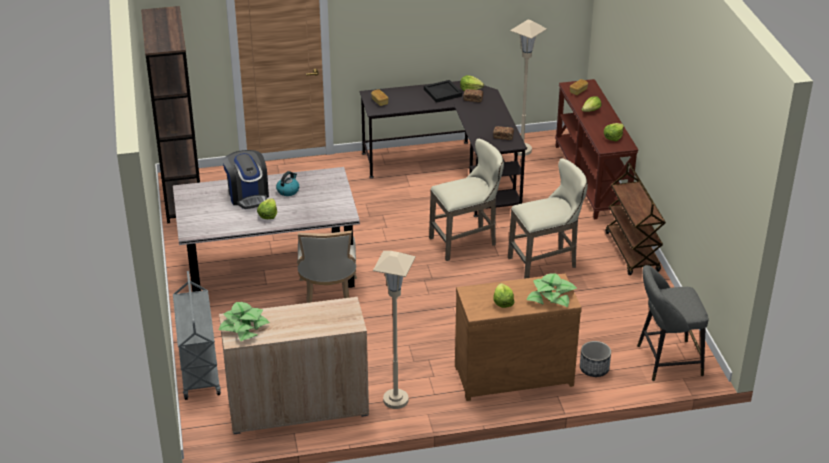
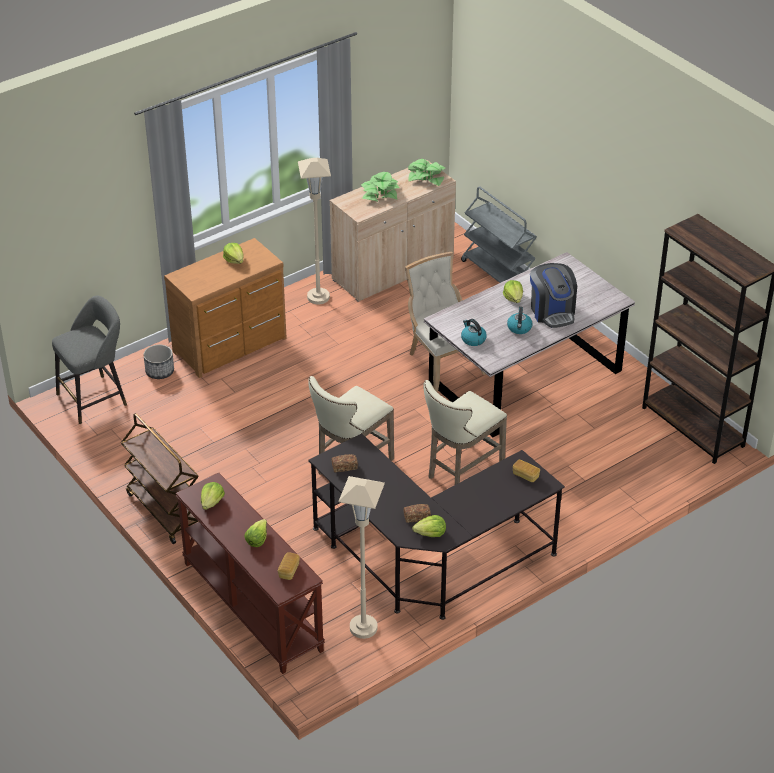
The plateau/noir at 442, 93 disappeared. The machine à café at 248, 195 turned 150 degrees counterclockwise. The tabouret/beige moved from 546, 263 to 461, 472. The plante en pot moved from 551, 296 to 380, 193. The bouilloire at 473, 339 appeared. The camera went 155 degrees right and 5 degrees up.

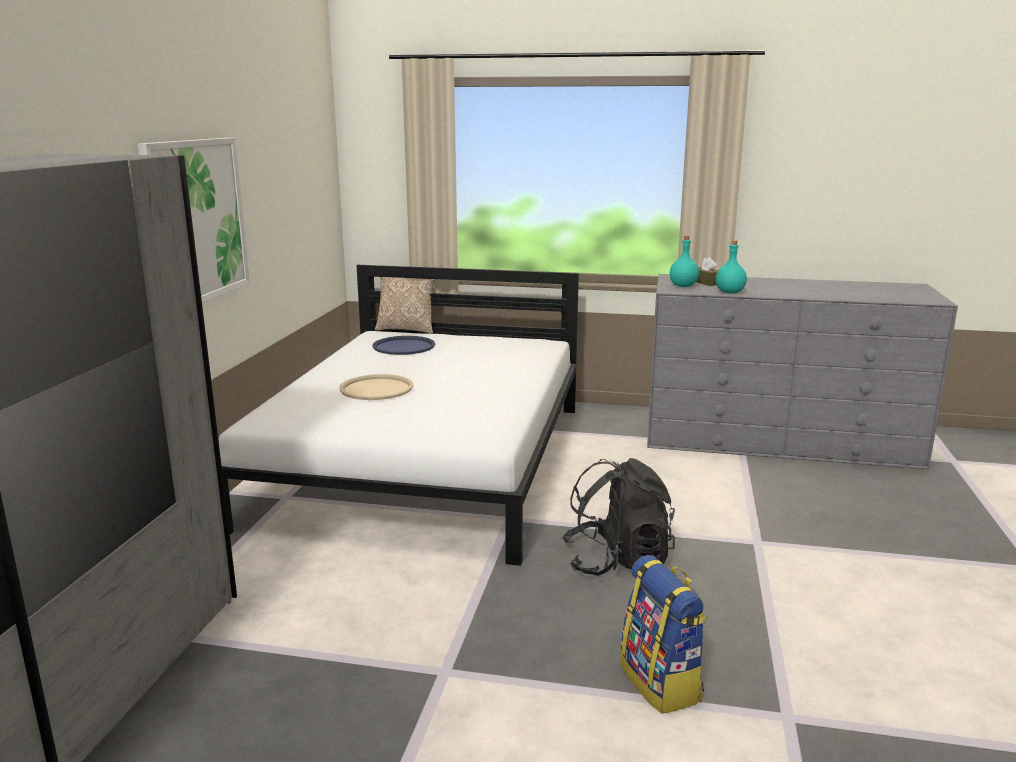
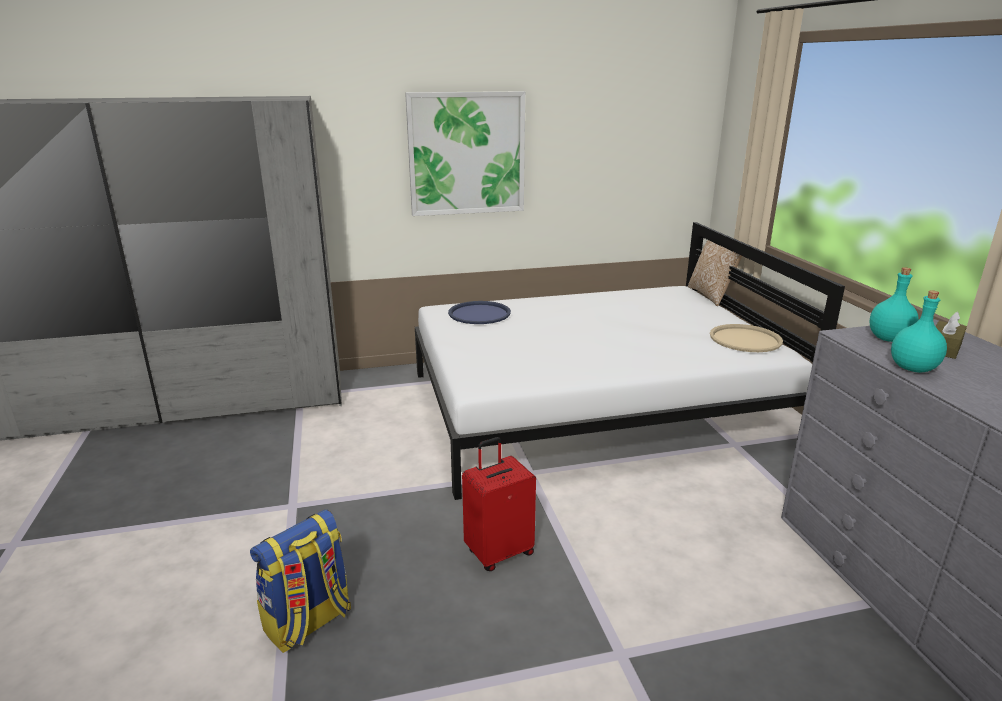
The plateau/bleu moved from 403, 346 to 479, 313. The plateau/beige moved from 376, 388 to 745, 339. The sac à dos/noir at 617, 561 was replaced by the valise/rouge at 499, 552. The camera went 65 degrees right and 5 degrees up.

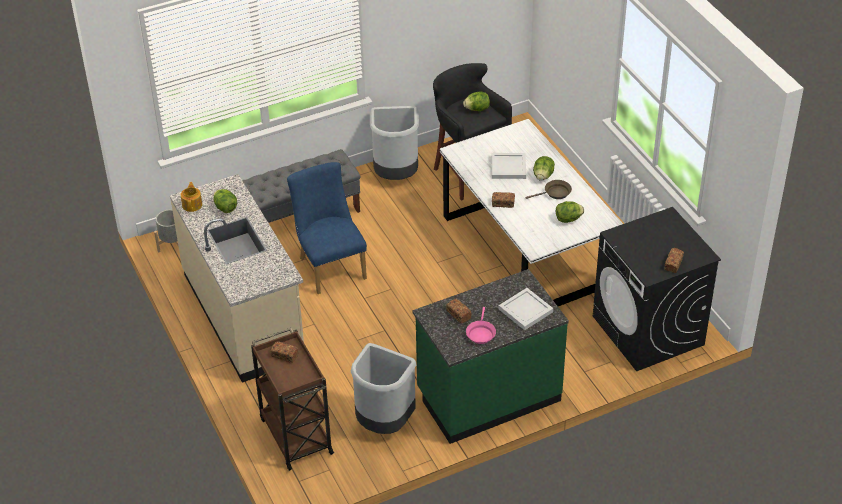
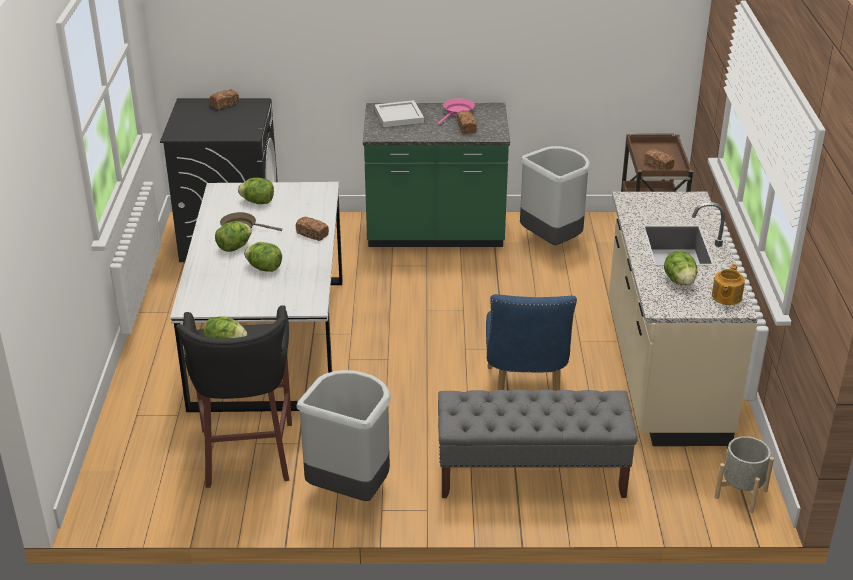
The plateau/blanc at 507, 167 was replaced by the laitue at 264, 268. The camera went 155 degrees left and 10 degrees down.

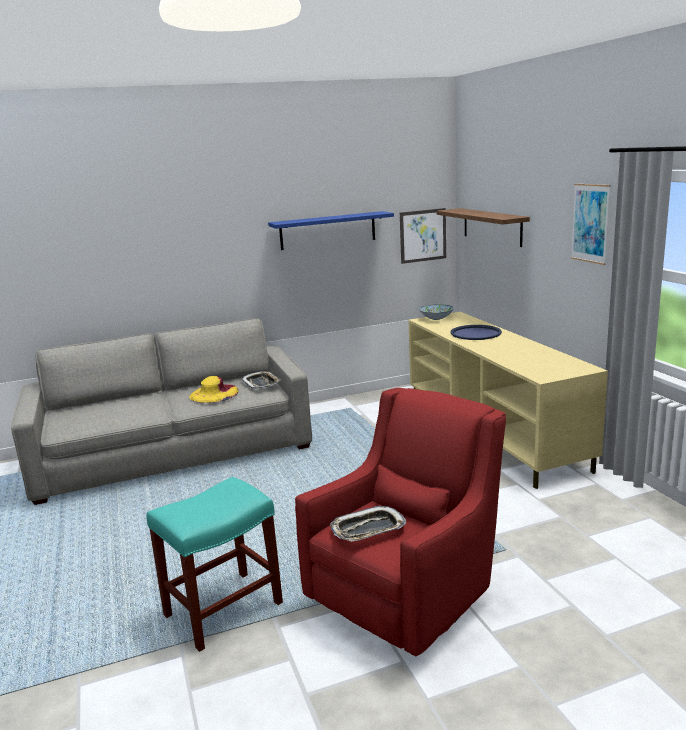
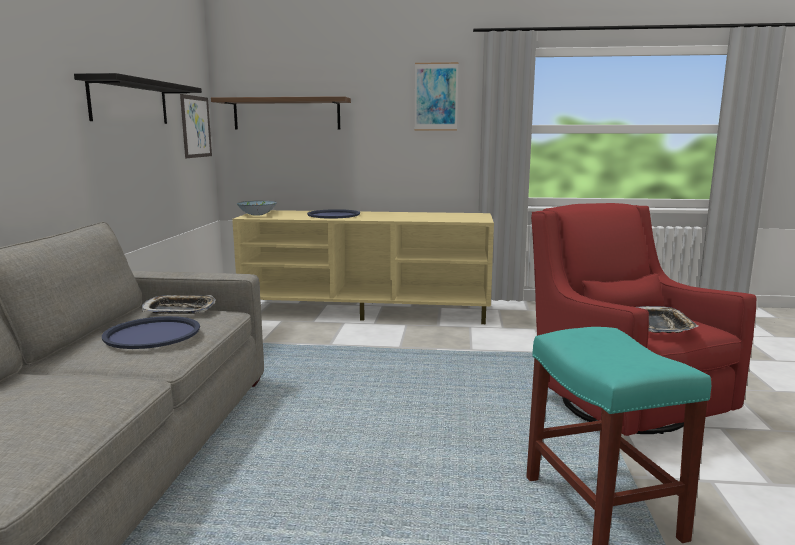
The étagère/bleu at 328, 230 became the étagère/noir at 130, 102. The chapeau/jaune at 214, 393 was replaced by the plateau/bleu at 152, 334. The camera went 65 degrees left and 5 degrees down.

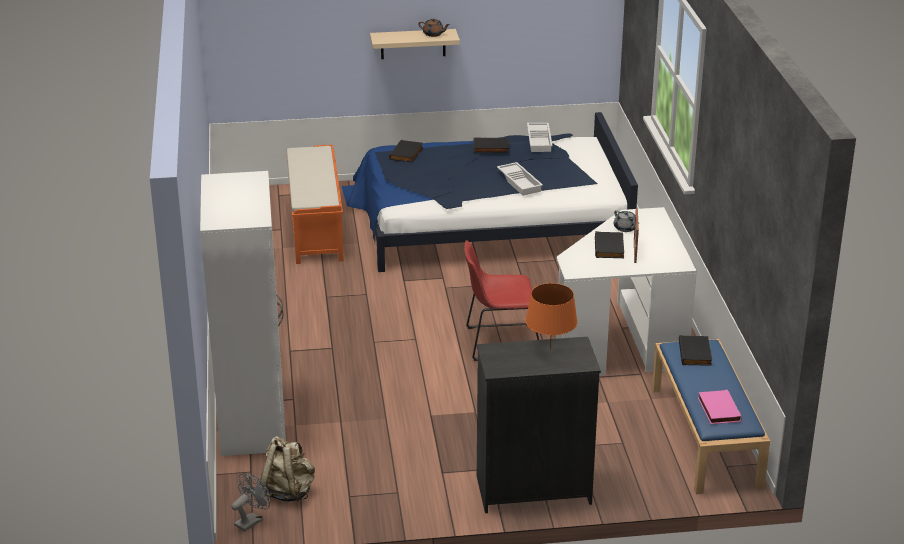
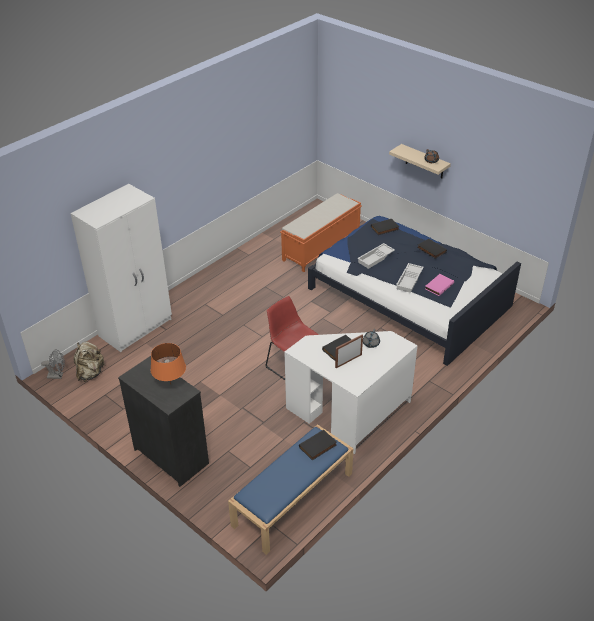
The plateau/blanc moved from 540, 140 to 376, 258. The livre/rose moved from 717, 409 to 438, 286. The camera went 50 degrees right and 10 degrees up.

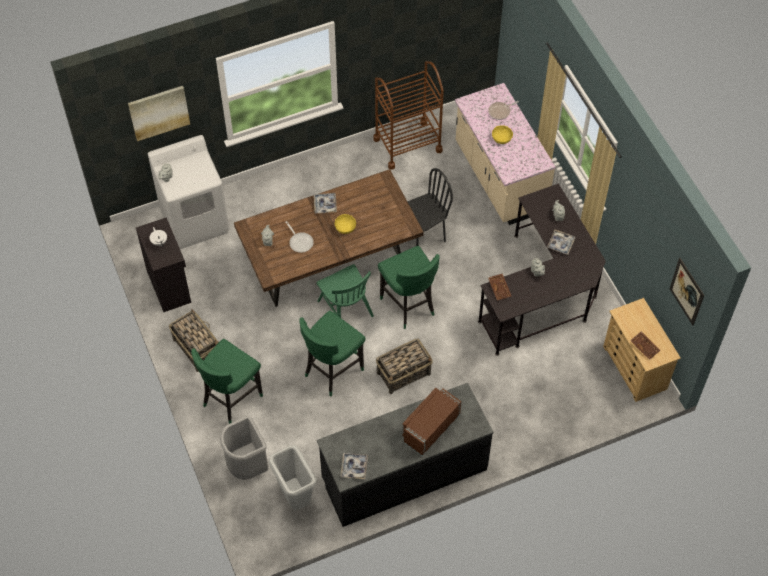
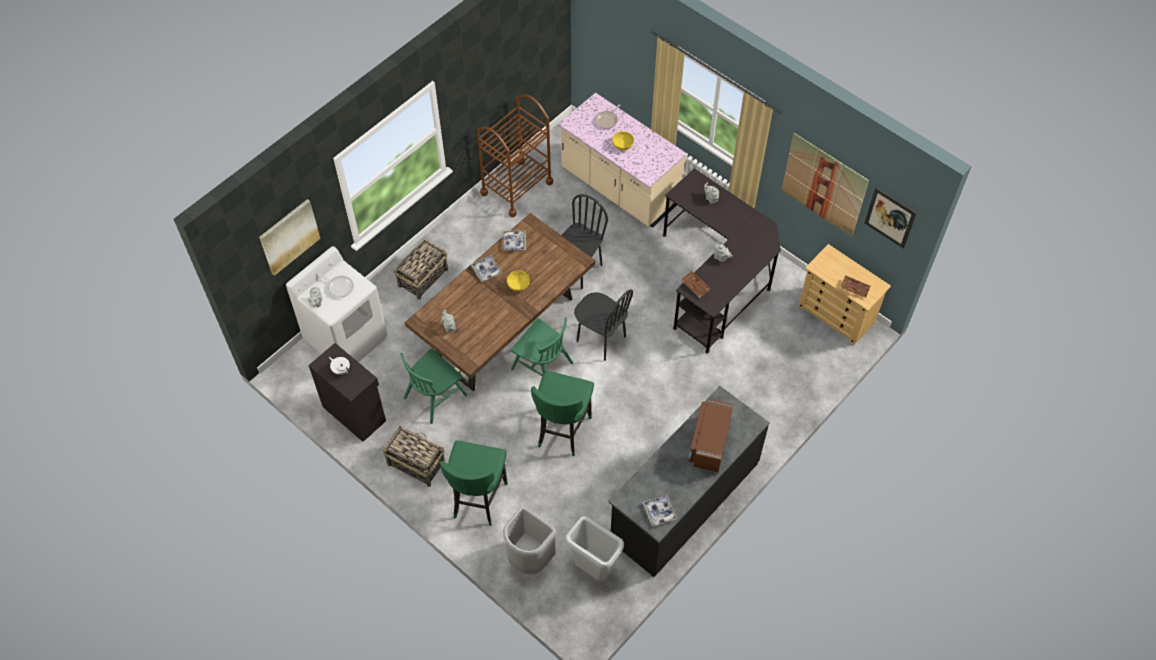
The poêle moved from 300, 242 to 338, 286. The plateau moved from 560, 244 to 514, 242. The tabouret/vert at 408, 306 was replaced by the chaise/noir at 601, 339. The panier moved from 404, 373 to 423, 277. The tableau at 823, 185 appeared. The chaise/vert at 435, 396 appeared. The camera went 25 degrees left and 0 degrees up.

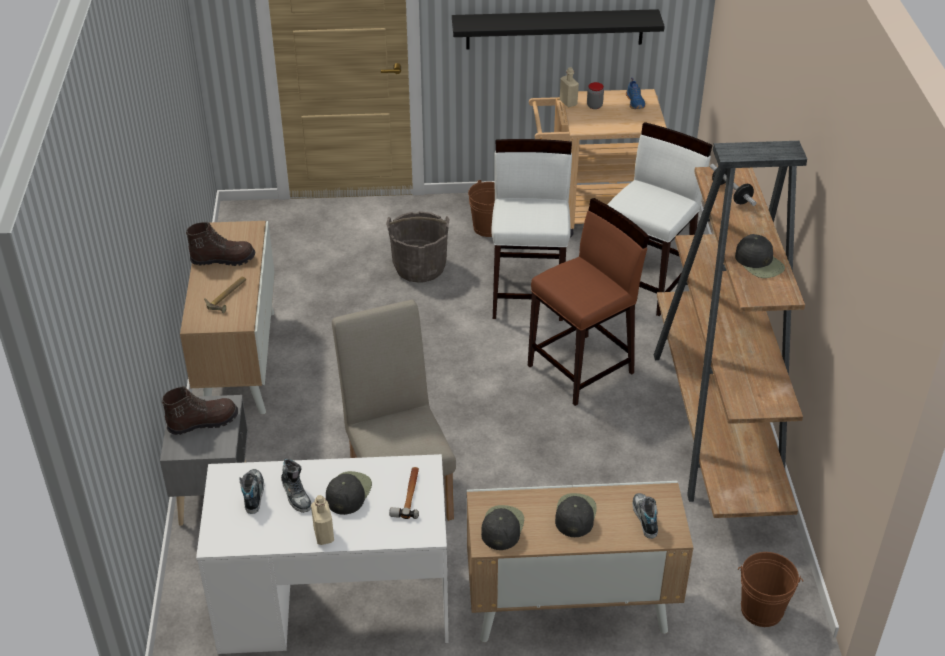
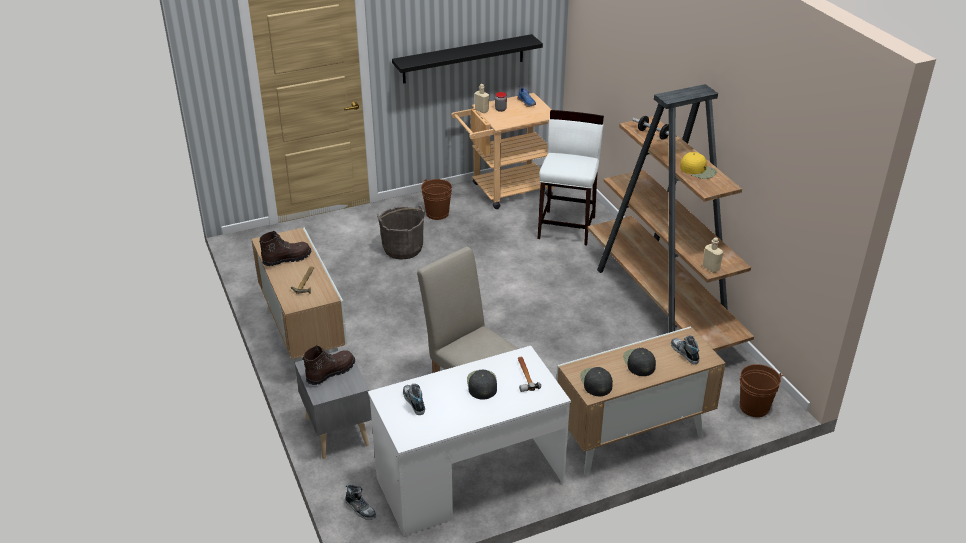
The tabouret/blanc at 529, 295 disappeared. The tabouret/marron at 582, 369 disappeared. The casquette/noir at 759, 262 became the casquette/jaune at 698, 170. The chaussure moved from 296, 494 to 360, 508. The bouteille/beige moved from 324, 535 to 711, 268. The camera went 20 degrees left and 5 degrees down.

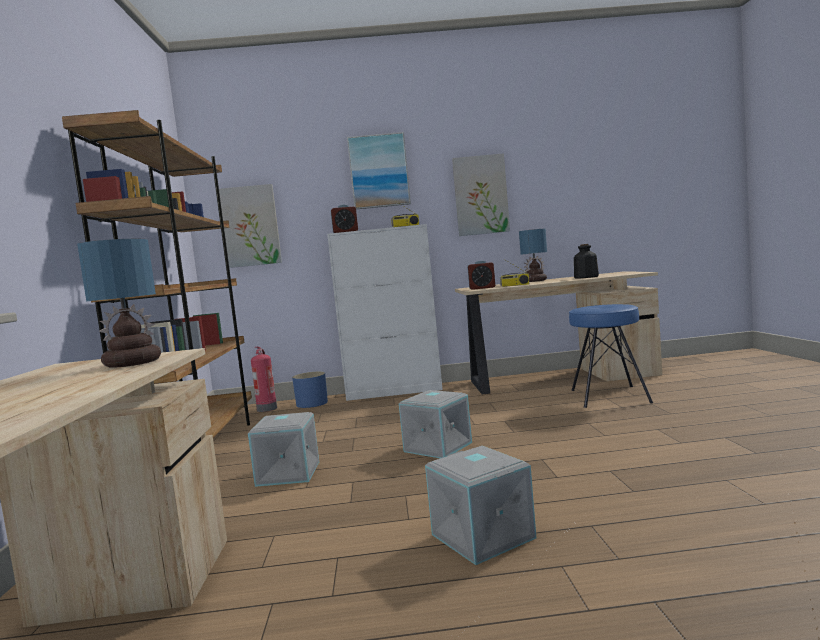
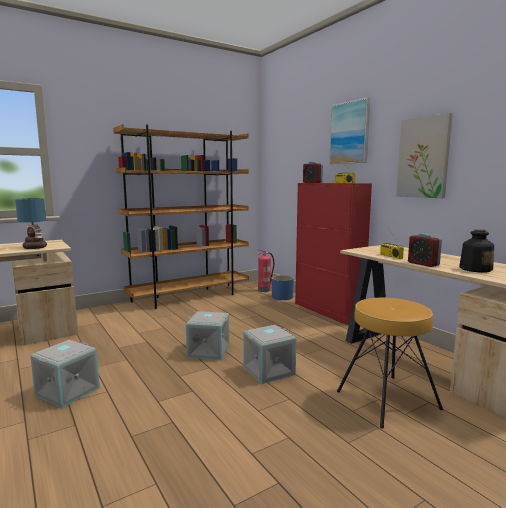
The tableau at 251, 226 disappeared. The meuble de rangement/blanc at 394, 391 became the meuble de rangement/rouge at 327, 311. The lampe de table at 536, 281 disappeared. The réveil moved from 482, 288 to 423, 264. The tabouret/bleu at 608, 396 became the tabouret/marron at 387, 399. The boîte de rangement/gris moved from 289, 474 to 269, 371. The camera went 60 degrees right and 5 degrees up.

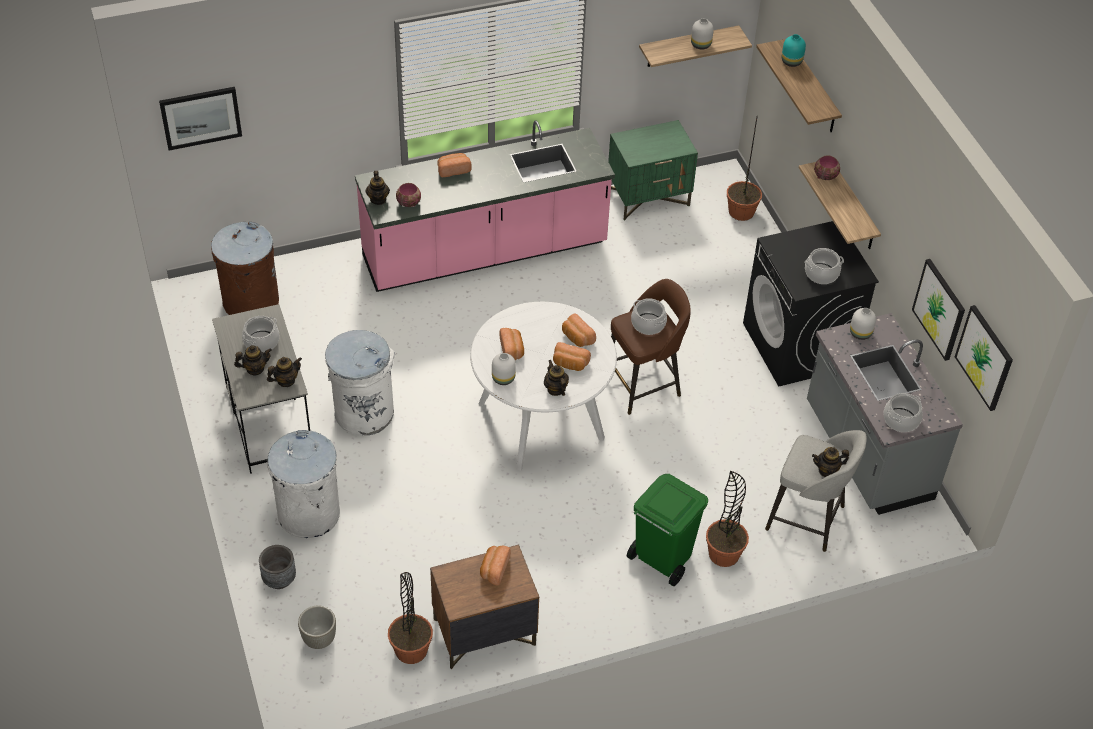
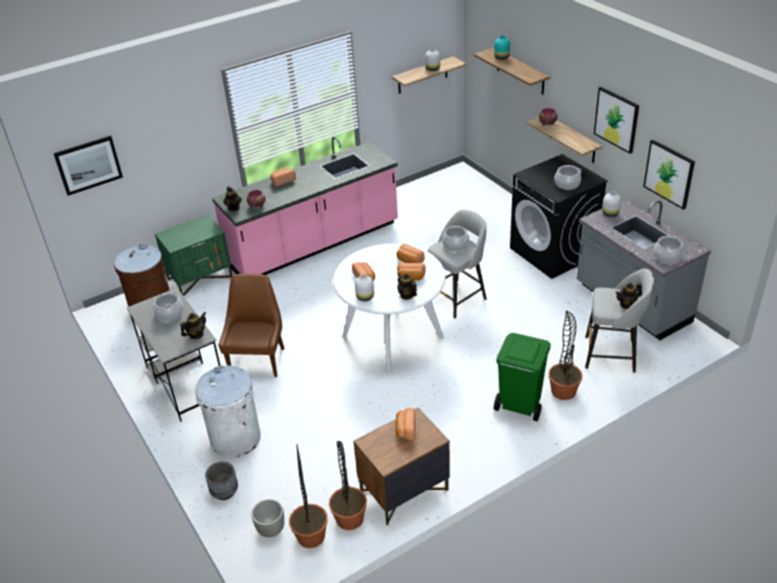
The plante en pot moved from 741, 212 to 311, 536. The table de chevet/vert moved from 649, 197 to 200, 278. The tabouret/marron at 643, 384 became the tabouret/gris at 457, 298. The tableau moved from 985, 357 to 616, 119. The poubelle/blanc at 364, 412 was replaced by the chaise/marron at 258, 360. The théière at 255, 369 disappeared. The camera went 10 degrees left and 10 degrees down.

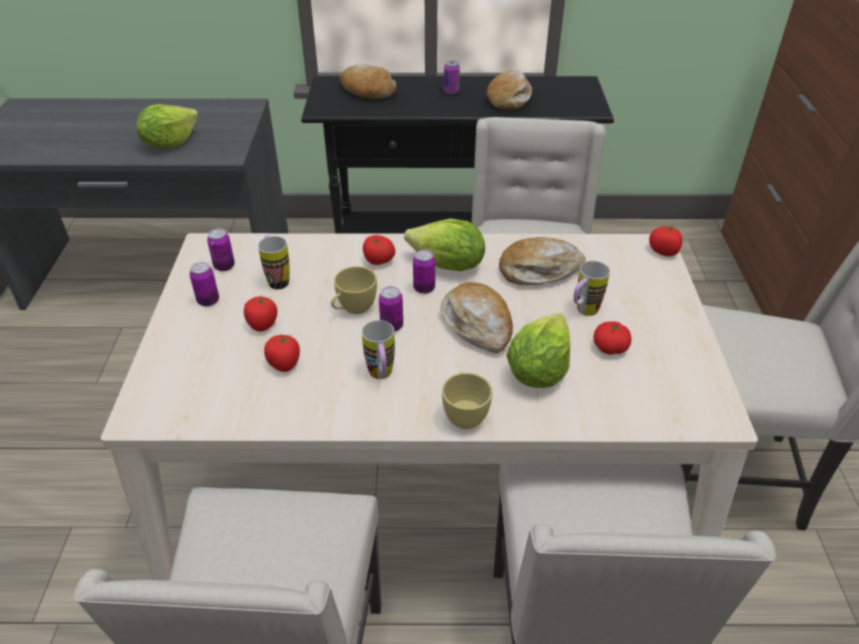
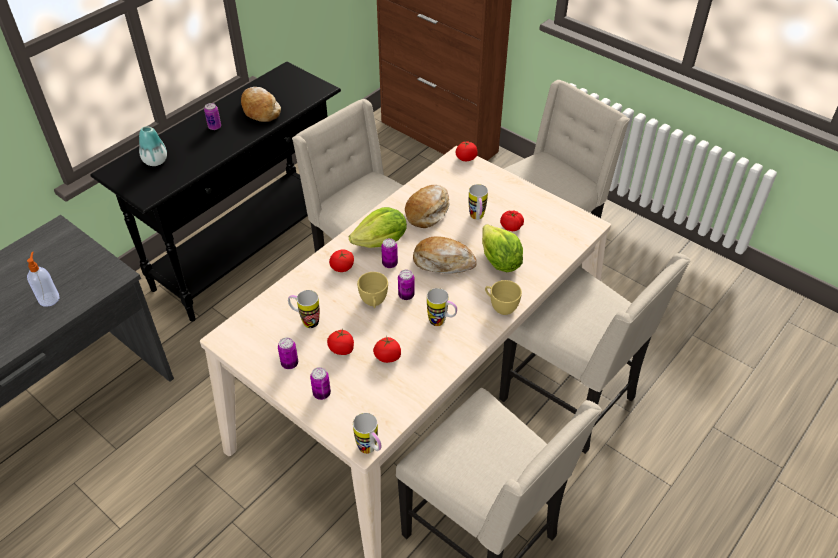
The pain at 367, 91 was replaced by the vase at 155, 161. The laitue at 169, 143 was replaced by the distributeur de savon at 49, 298. The boîte métallique moved from 224, 266 to 321, 393. The mug at 370, 450 appeared. The camera went 50 degrees left and 5 degrees up.

